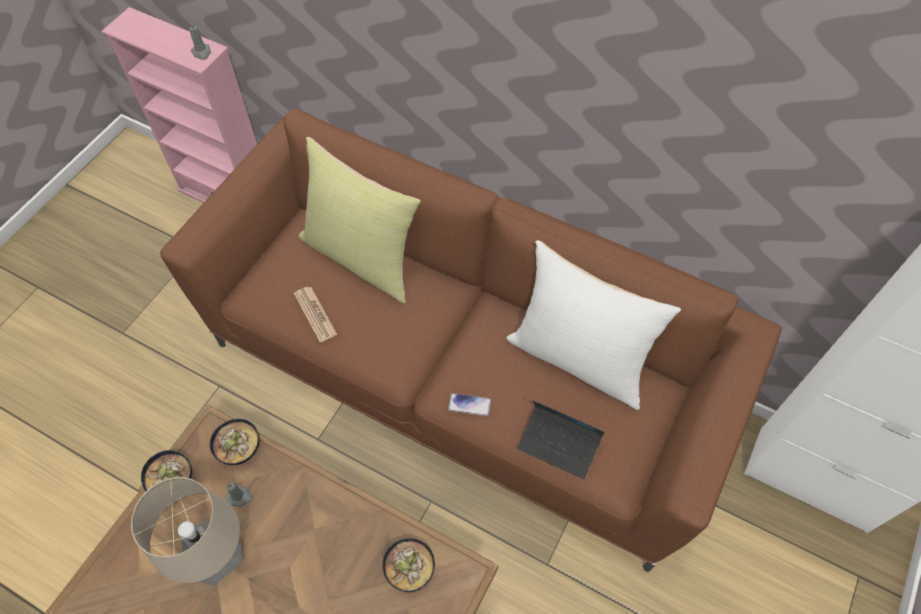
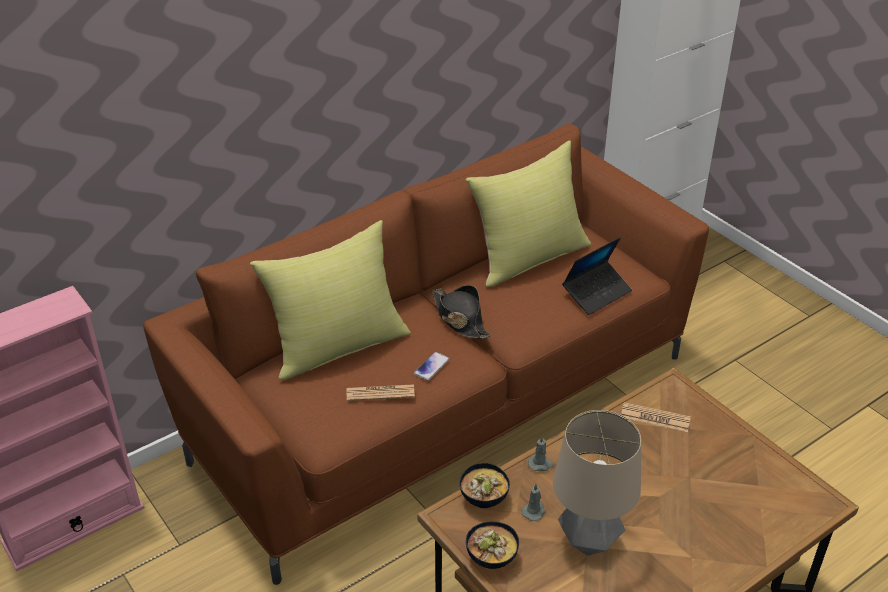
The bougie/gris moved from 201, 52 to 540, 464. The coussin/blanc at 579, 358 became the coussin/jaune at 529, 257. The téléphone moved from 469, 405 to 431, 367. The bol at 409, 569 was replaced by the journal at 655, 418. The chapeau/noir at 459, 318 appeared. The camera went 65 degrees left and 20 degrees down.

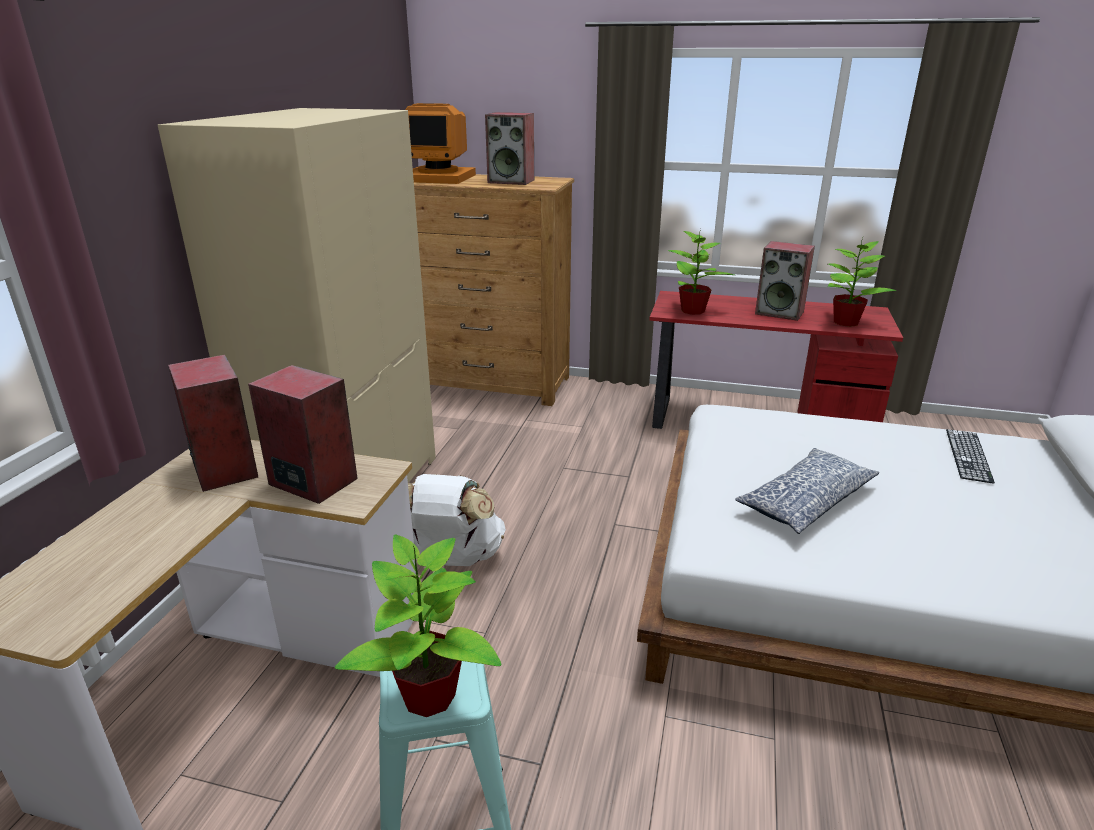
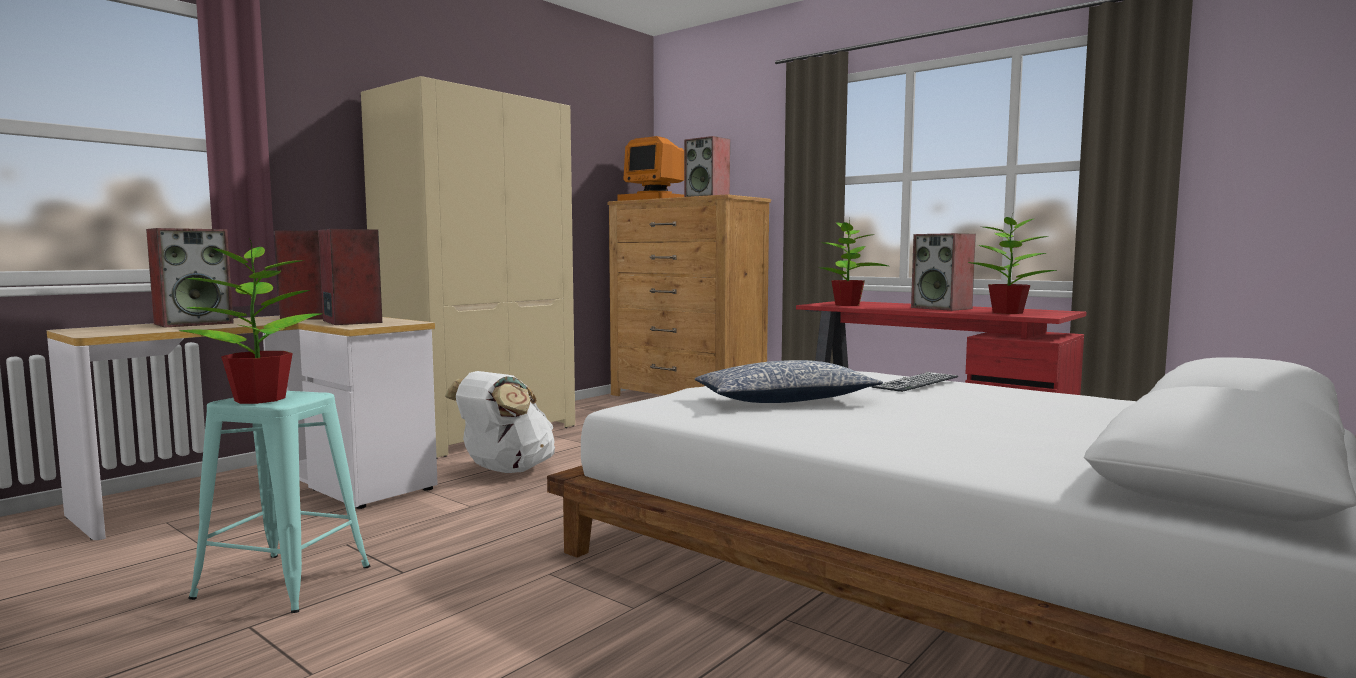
The clavier moved from 968, 455 to 916, 382. The enceinte at 194, 323 appeared. The camera went 25 degrees right and 20 degrees down.

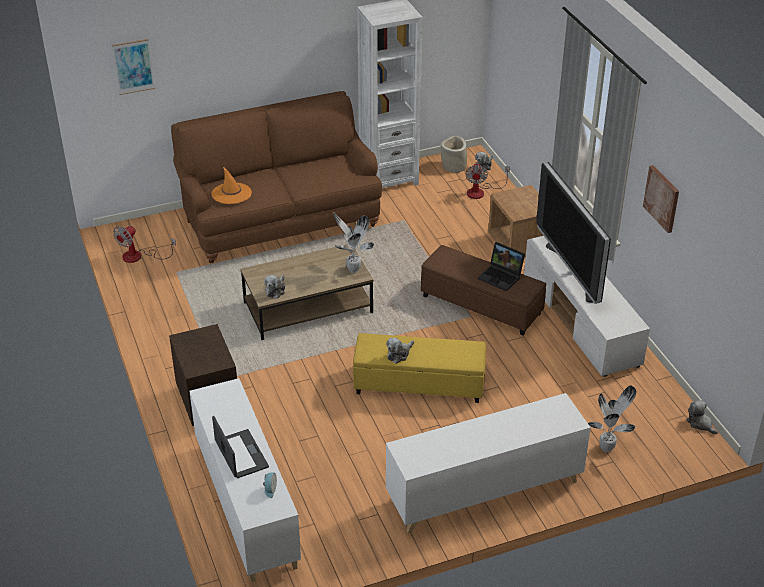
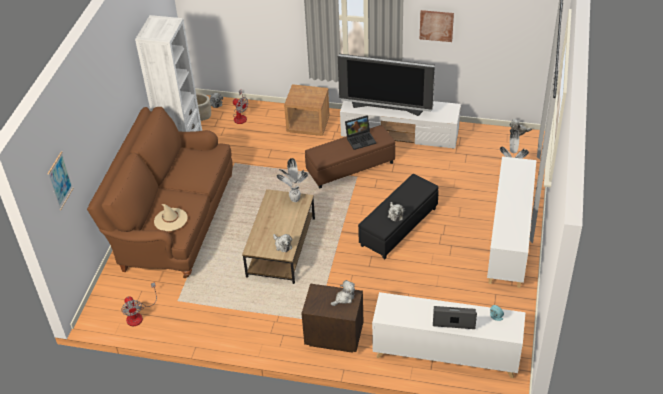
The chapeau/orange at 231, 193 became the chapeau/beige at 170, 220. The pouf/jaune at 418, 384 became the pouf/noir at 399, 227. The peluche at 344, 298 appeared. The camera went 55 degrees left and 5 degrees up.

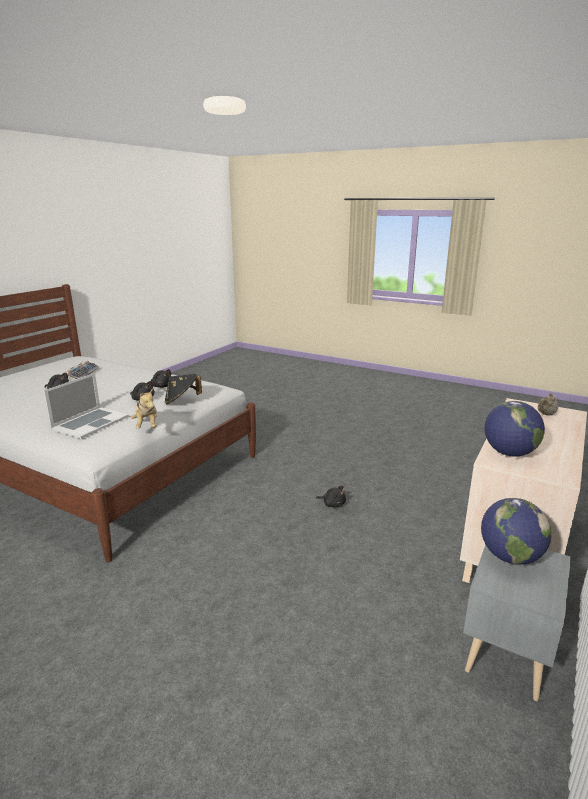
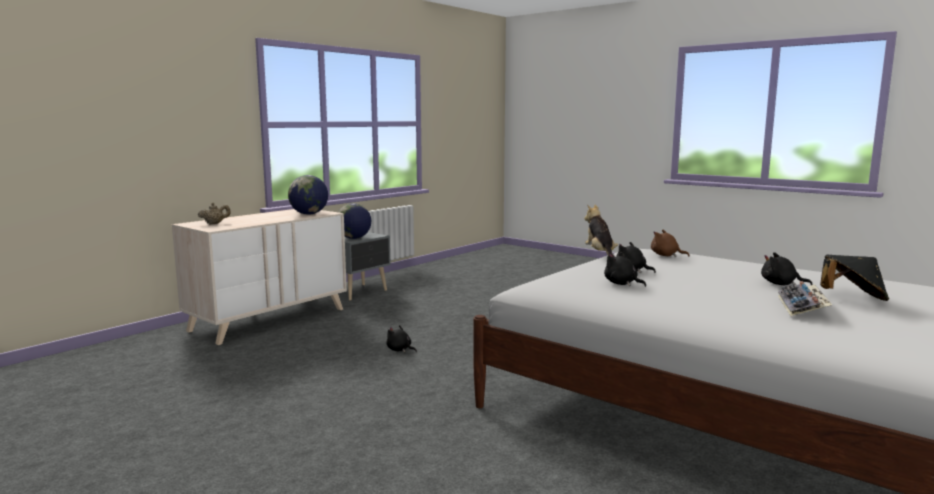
The ordinateur portable at 90, 422 was replaced by the peluche/marron at 666, 255. The chapeau/noir moved from 182, 401 to 852, 298. The camera went 170 degrees left and 10 degrees down.

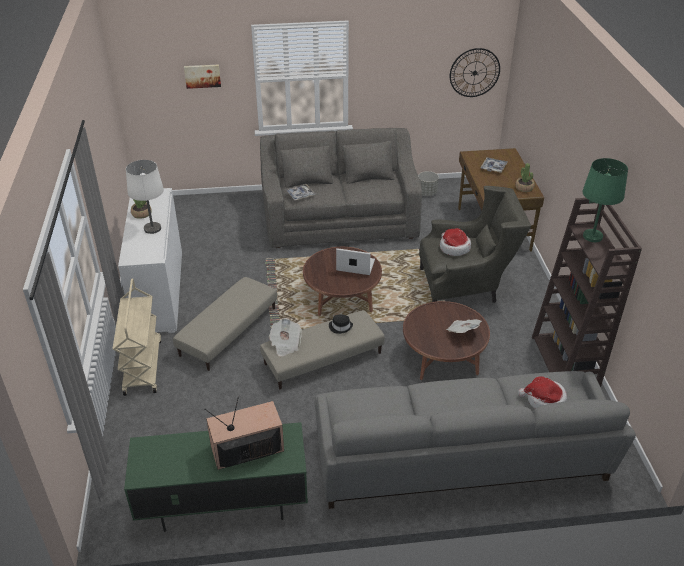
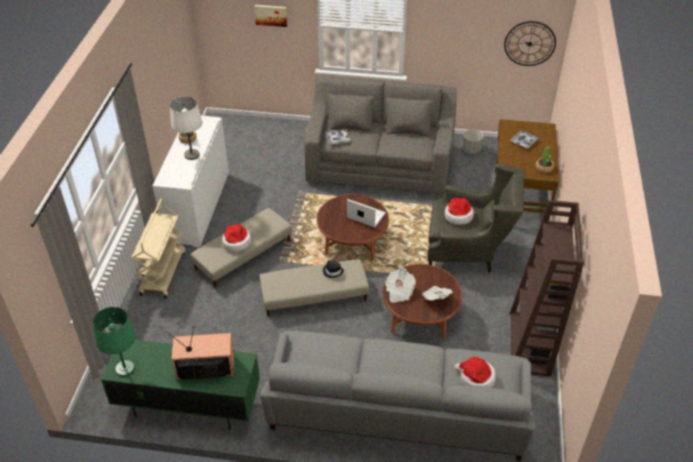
The lampe de table/vert moved from 592, 236 to 125, 369. The journal moved from 285, 344 to 399, 292. The chapeau at 236, 242 appeared. The camera went 15 degrees right and 5 degrees up.

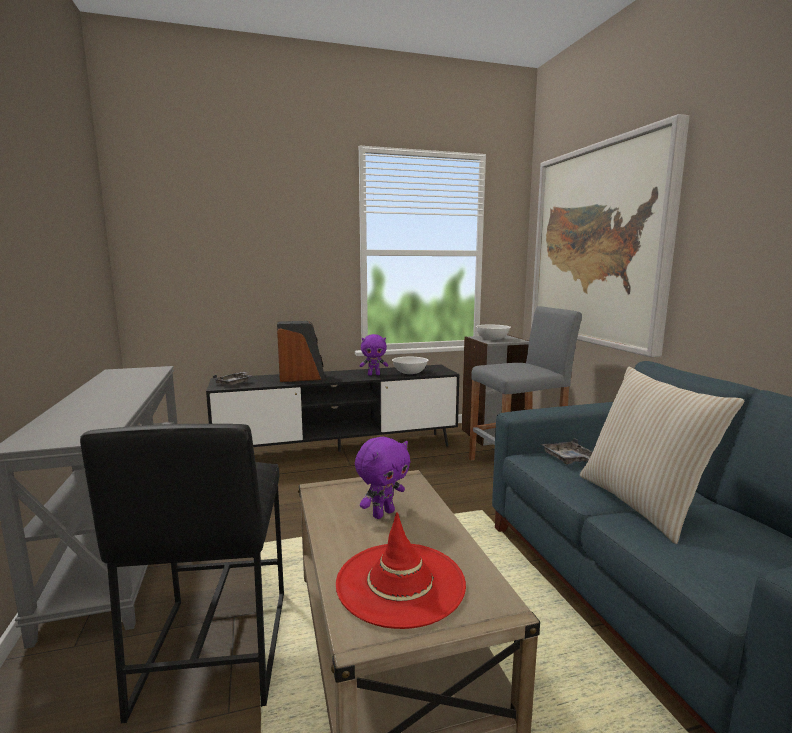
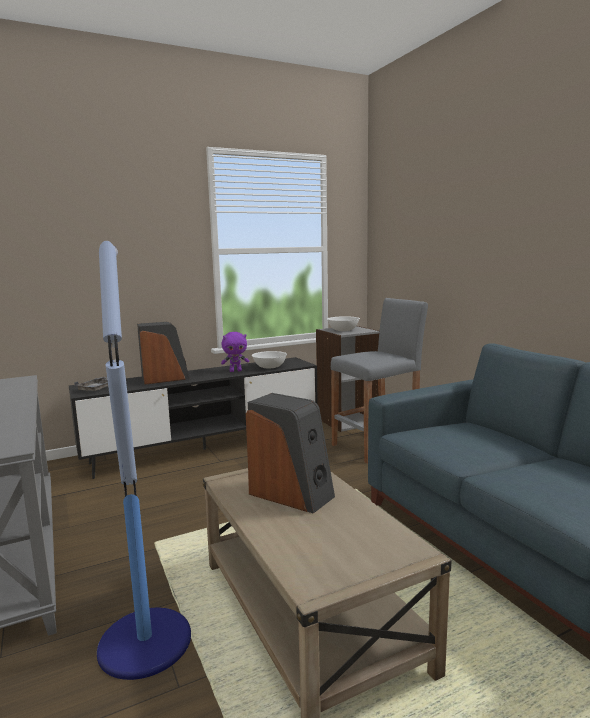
The tableau at 597, 246 disappeared. The coussin/beige at 642, 504 disappeared. The tabouret/noir at 213, 650 was replaced by the lampadaire at 144, 639. The peluche/violet at 383, 513 was replaced by the enceinte at 292, 494. The plateau/gris at 569, 460 disappeared. The chapeau/rouge at 400, 583 disappeared. The camera went 10 degrees left and 0 degrees up.

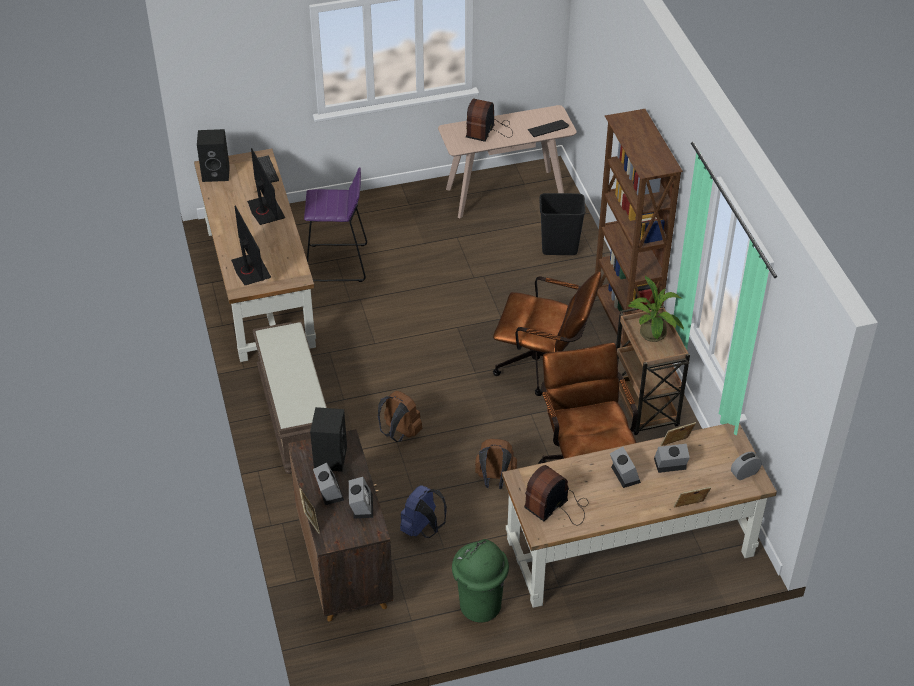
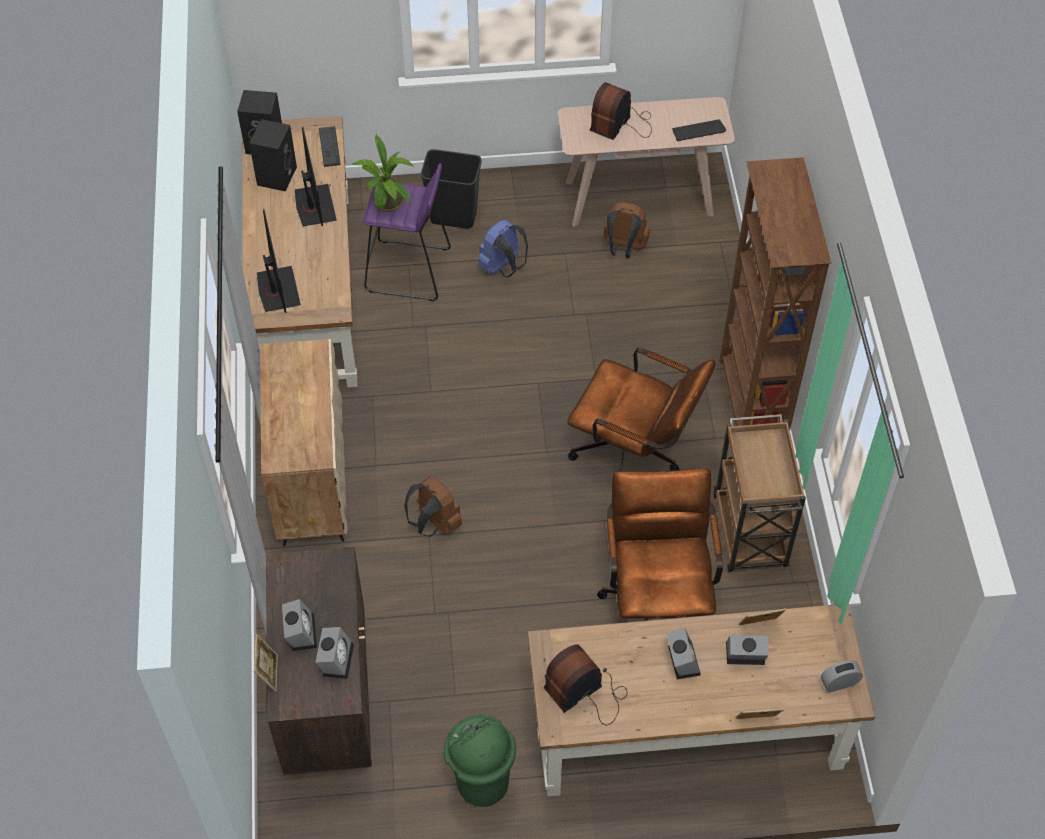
The poubelle/noir moved from 559, 248 to 454, 216. The plante en pot moved from 653, 336 to 388, 205. The banc/marron at 294, 416 was replaced by the meuble de rangement/beige at 311, 479. The enceinte/noir moved from 329, 457 to 276, 175. The sac à dos/marron moved from 495, 480 to 623, 248. The sac à dos/bleu moved from 422, 529 to 503, 267. The camera went 10 degrees right and 10 degrees up.

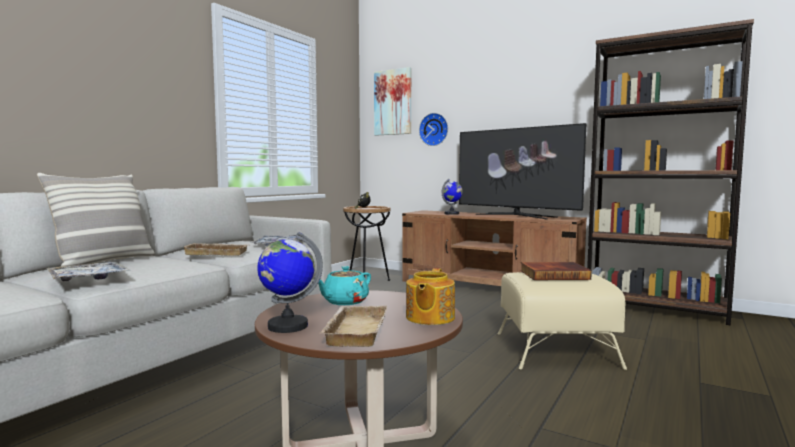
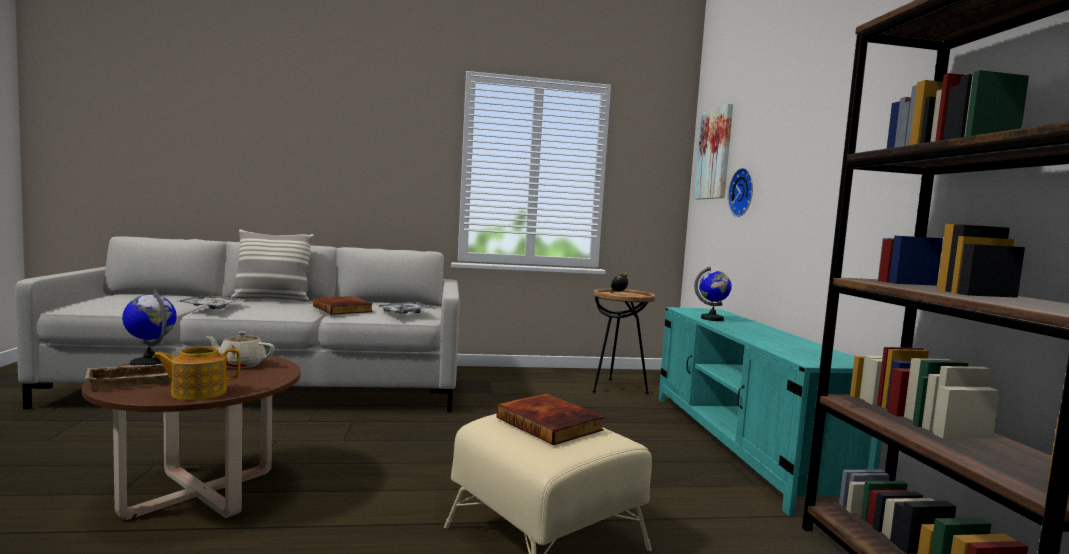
The téléviseur at 515, 216 disappeared. The meuble télé/marron at 488, 287 became the meuble télé/turquoise at 741, 444. The plateau/beige at 218, 253 was replaced by the livre at 343, 309. The théière/turquoise at 344, 302 became the théière/beige at 240, 364. The camera went 50 degrees right and 0 degrees up.

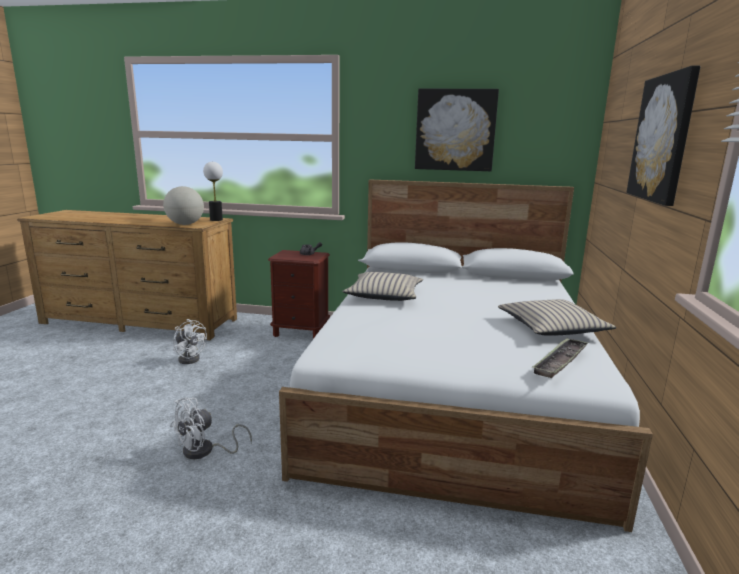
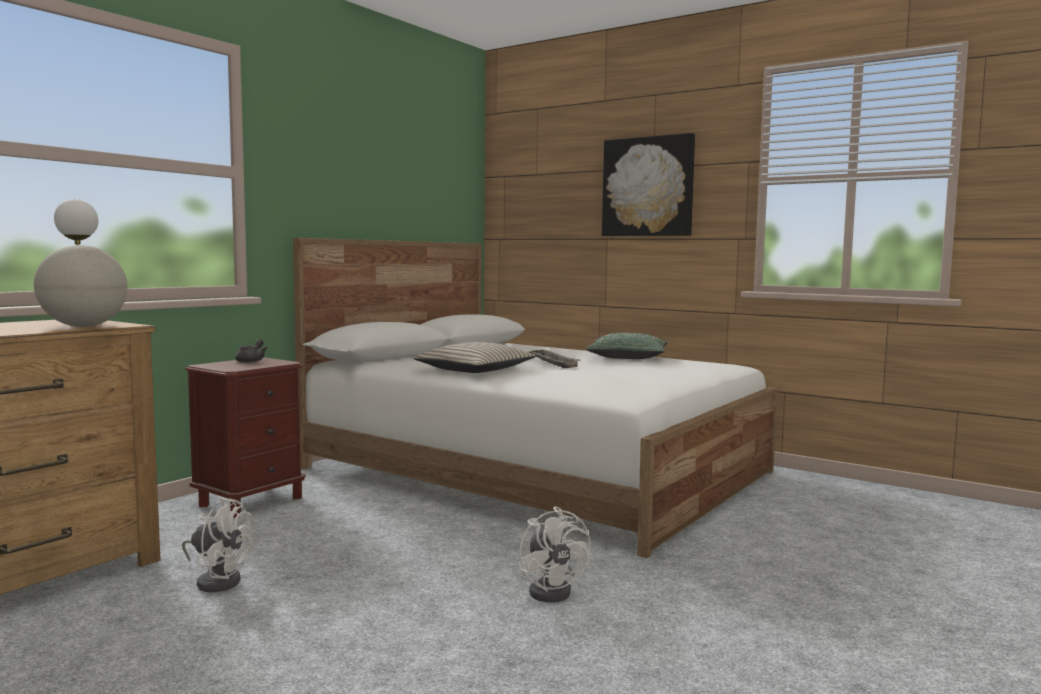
The tableau at 455, 130 disappeared. The coussin/beige at 551, 327 became the coussin/vert at 627, 357. The ventilateur/blanc at 190, 358 turned 45 degrees clockwise. The plateau moved from 560, 361 to 552, 362. The camera went 65 degrees left and 10 degrees down.

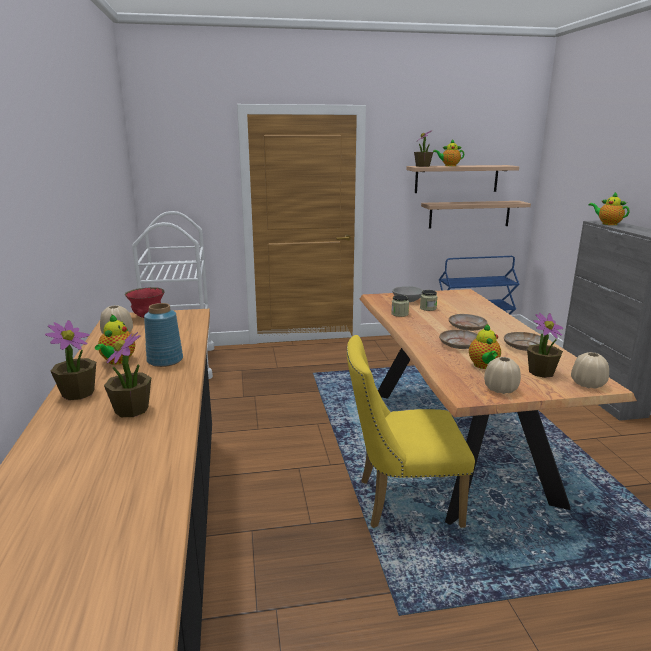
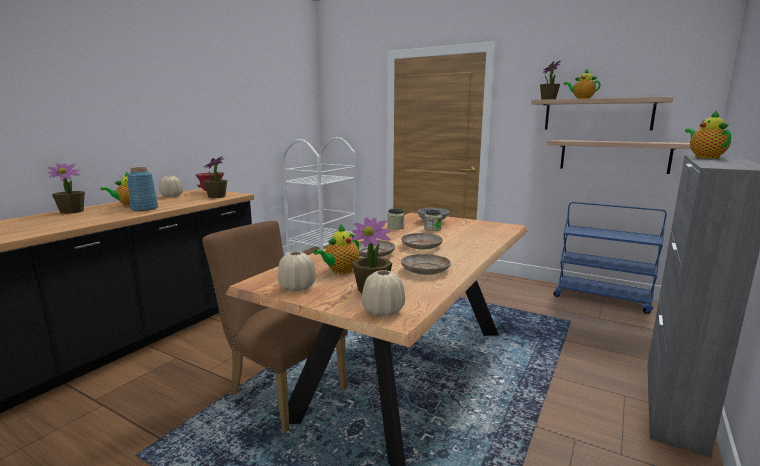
The plante en pot moved from 132, 410 to 217, 196. The chaise/jaune at 400, 501 became the chaise/marron at 282, 389. The camera went 40 degrees right and 5 degrees down.

